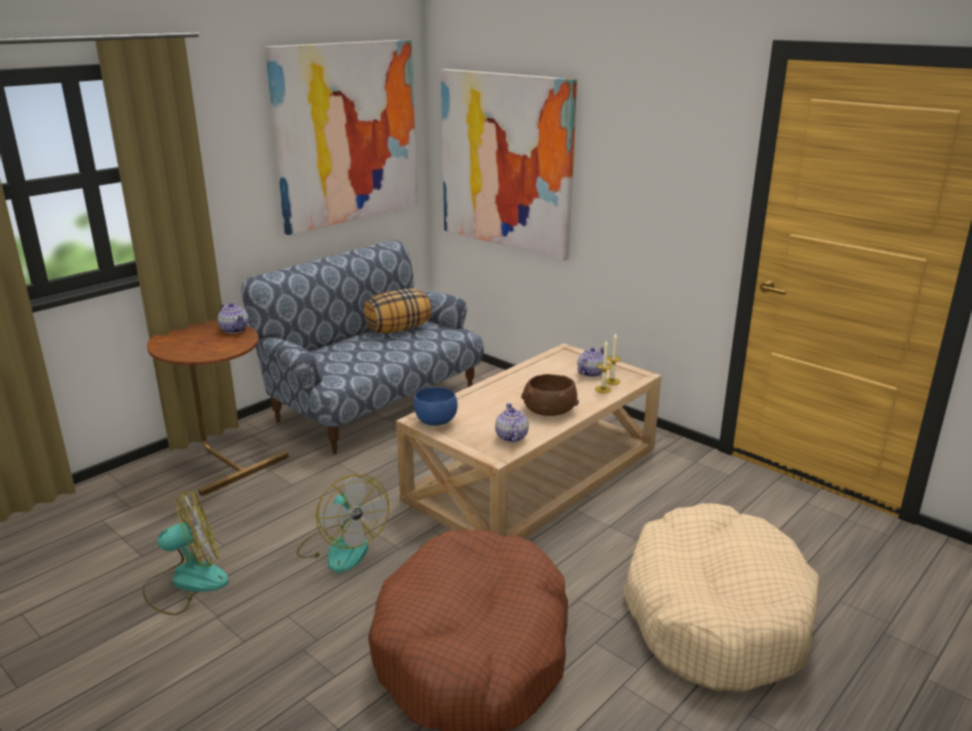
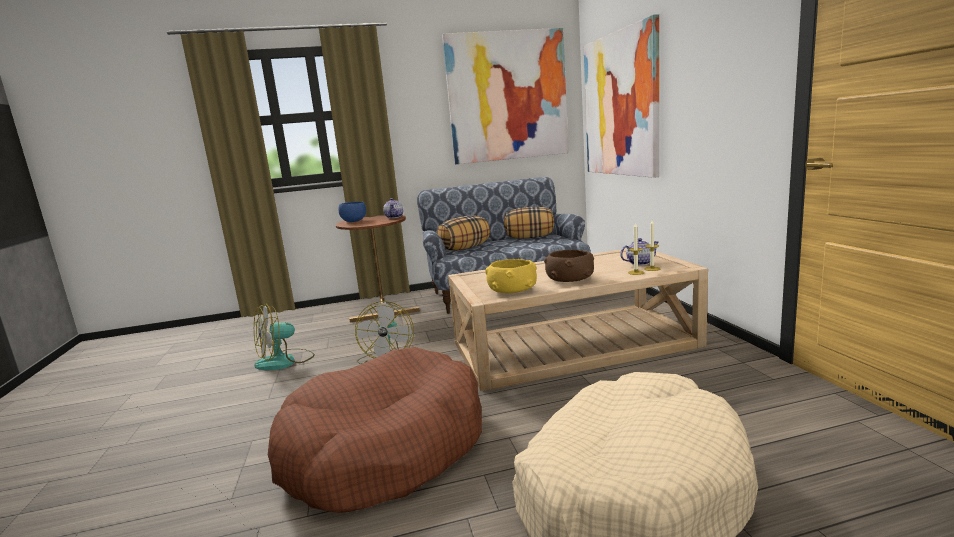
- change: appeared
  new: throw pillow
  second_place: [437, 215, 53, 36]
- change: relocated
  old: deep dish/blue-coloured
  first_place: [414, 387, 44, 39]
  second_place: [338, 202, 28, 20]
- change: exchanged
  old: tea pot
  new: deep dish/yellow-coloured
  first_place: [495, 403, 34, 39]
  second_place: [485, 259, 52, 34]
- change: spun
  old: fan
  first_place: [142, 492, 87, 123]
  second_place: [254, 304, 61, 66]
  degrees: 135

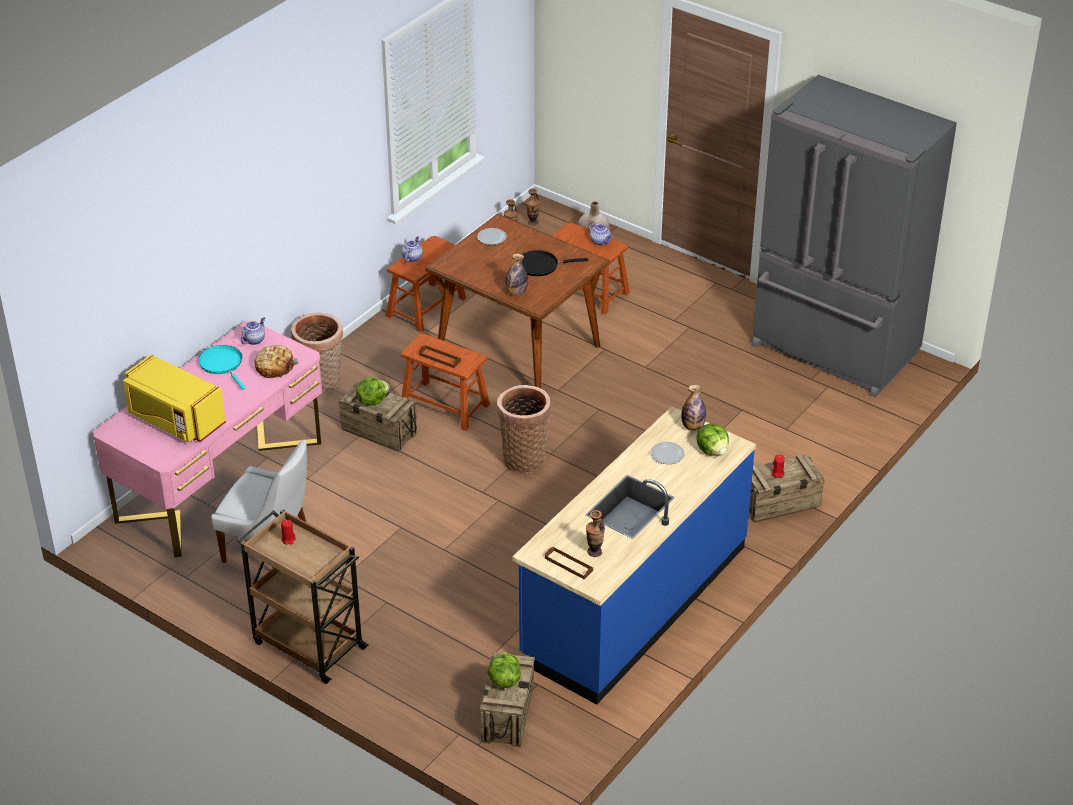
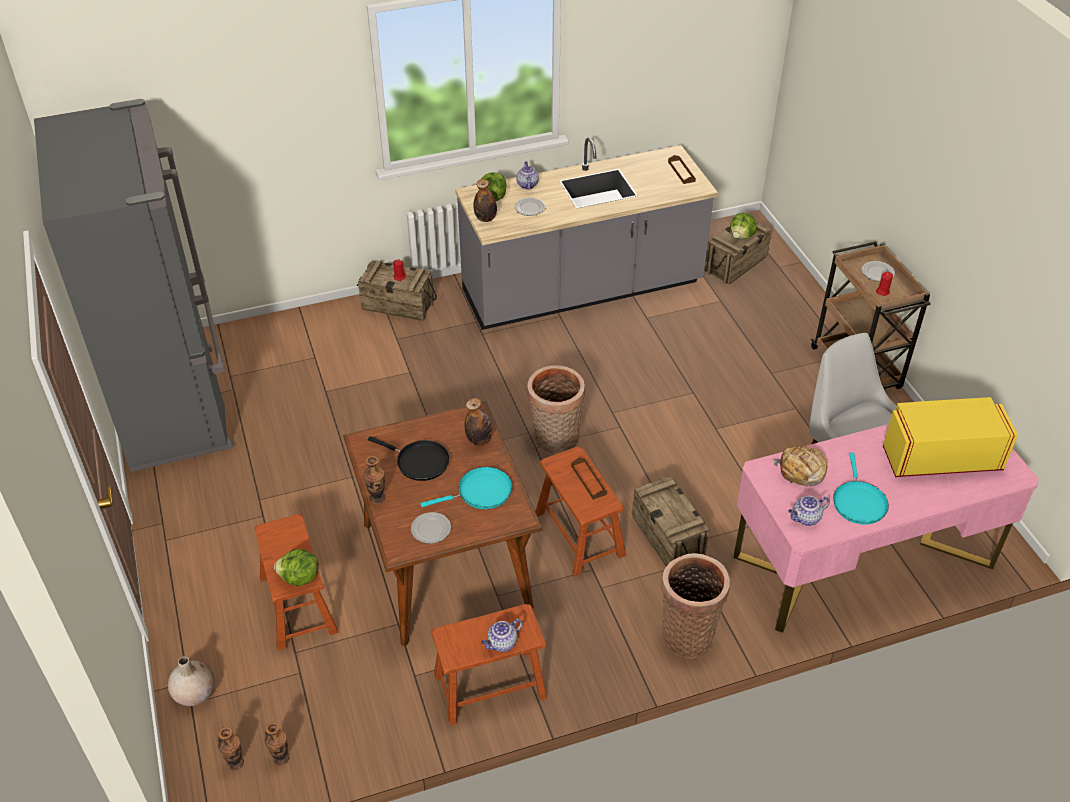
- change: appeared
  new: skillet/blue-green
  second_place: [421, 467, 91, 42]
- change: appeared
  new: plate
  second_place: [862, 261, 33, 21]
- change: relocated
  old: head of lettuce
  first_place: [356, 377, 34, 29]
  second_place: [274, 549, 44, 37]
- change: relocated
  old: flower vase
  first_place: [586, 510, 19, 47]
  second_place: [364, 456, 21, 48]
- change: relocated
  old: tea pot
  first_place: [588, 222, 24, 23]
  second_place: [516, 161, 23, 29]
- change: colour
  old: counter/blue-coloured
  new: counter/greyish
  first_place: [512, 406, 244, 299]
  second_place: [455, 137, 263, 193]
- change: spun
  old: microwave oven/yellow-coloured
  first_place: [123, 354, 103, 89]
  second_place: [883, 397, 135, 80]
  degrees: -75

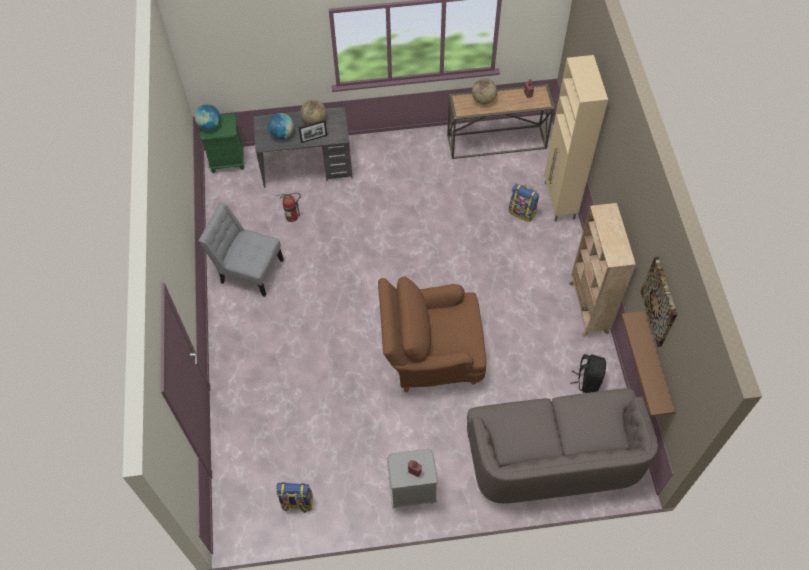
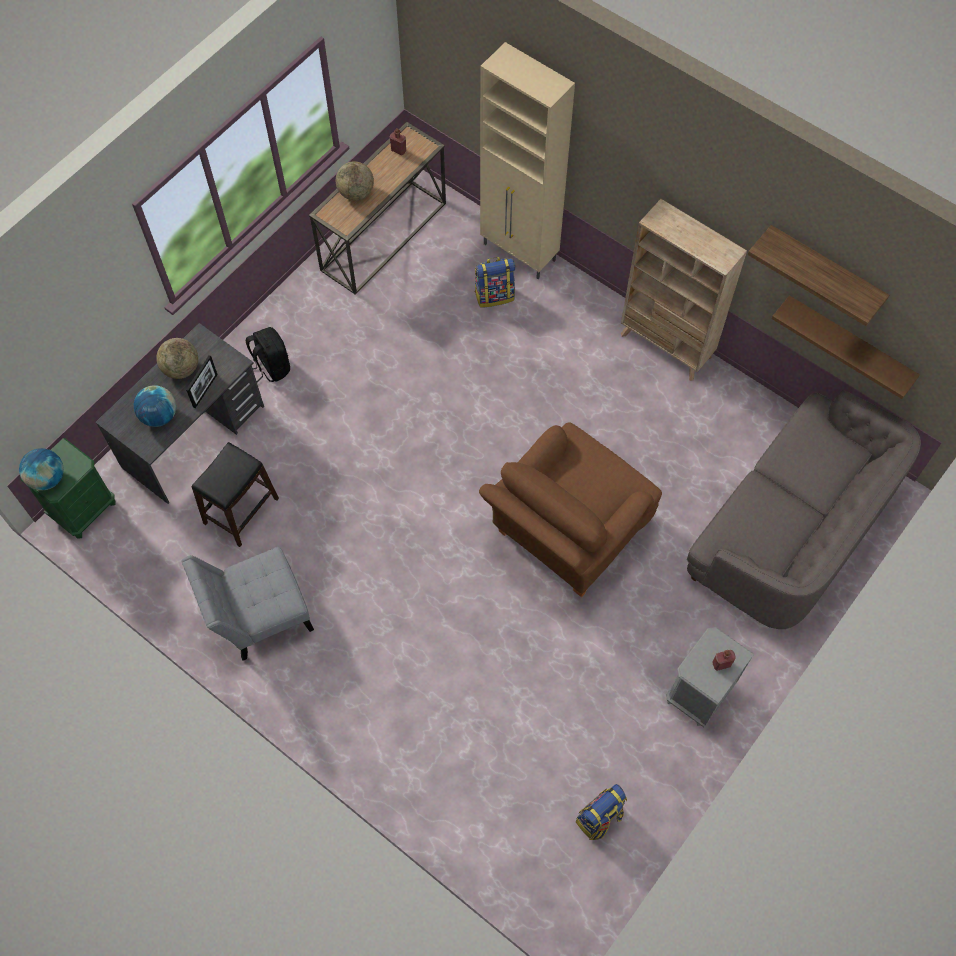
- change: relocated
  old: knapsack/blackish
  first_place: [570, 354, 36, 39]
  second_place: [246, 327, 44, 56]
- change: exchanged
  old: extinguisher
  new: sitting stool/blackish
  first_place: [275, 192, 26, 30]
  second_place: [191, 442, 88, 105]
- change: exchanged
  old: picture
  new: wall shelf
  first_place: [640, 257, 37, 90]
  second_place: [748, 225, 141, 101]

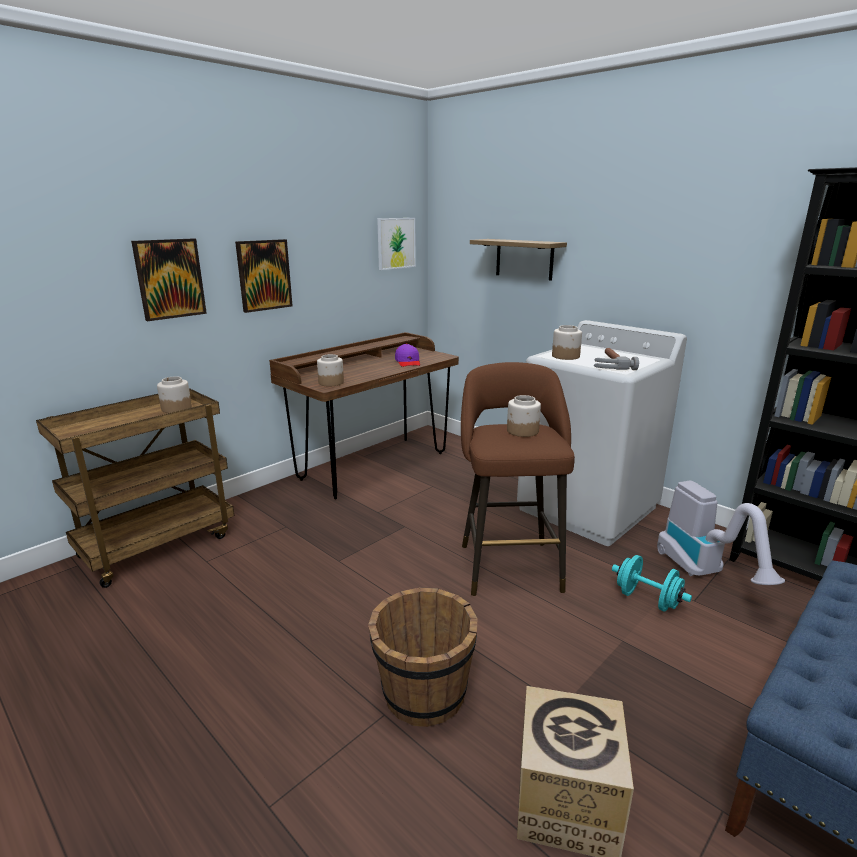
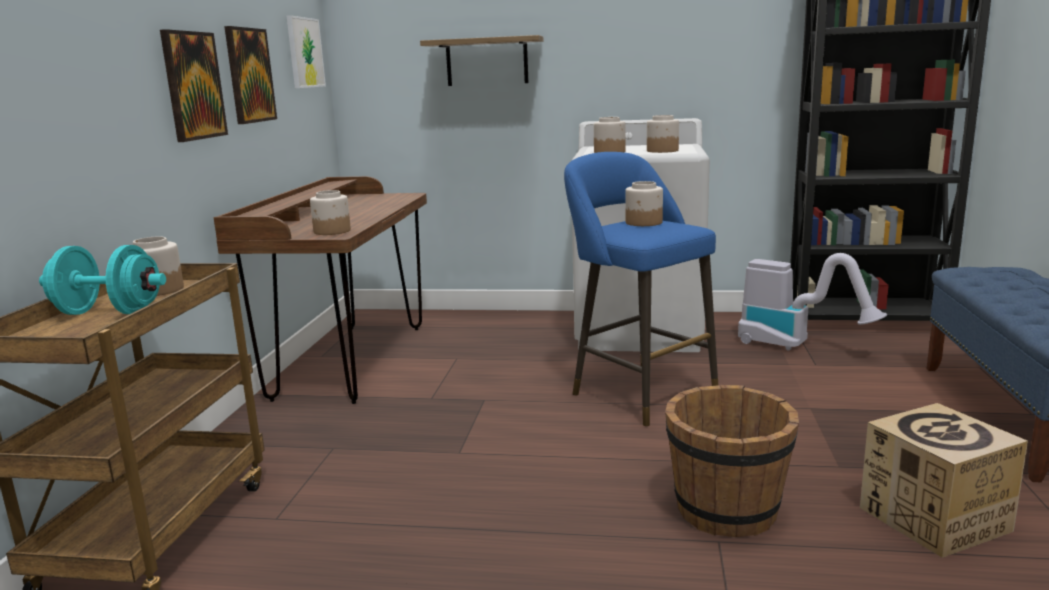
- change: missing
  old: cap/purple
  first_place: [395, 343, 25, 24]
- change: relocated
  old: picture
  first_place: [131, 238, 76, 83]
  second_place: [224, 26, 53, 98]
- change: relocated
  old: hand weight/blue-green
  first_place: [612, 555, 80, 57]
  second_place: [39, 245, 127, 70]
- change: exchanged
  old: hand hammer
  new: storage jar
  first_place: [594, 348, 45, 22]
  second_place: [647, 115, 32, 38]
- change: colour
  old: sitting stool/brownish
  new: sitting stool/blue-coloured
  first_place: [461, 362, 114, 234]
  second_place: [564, 152, 154, 274]

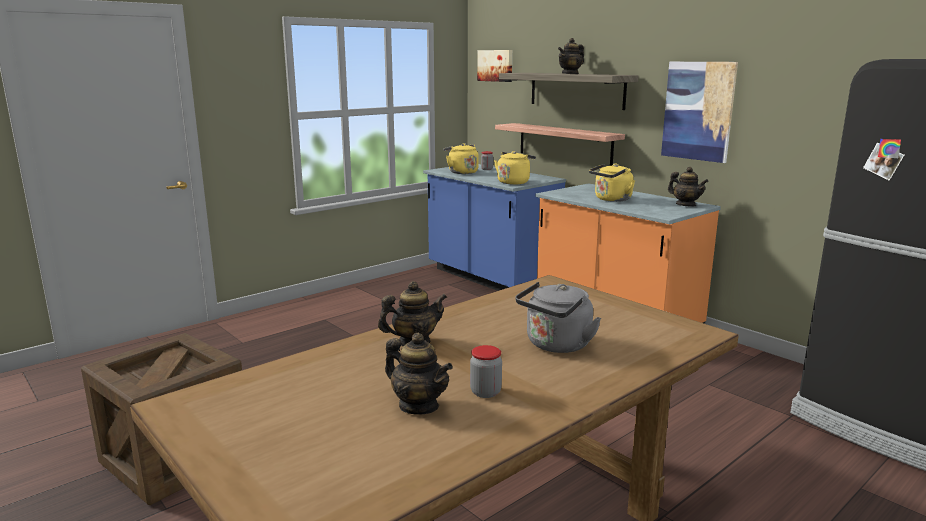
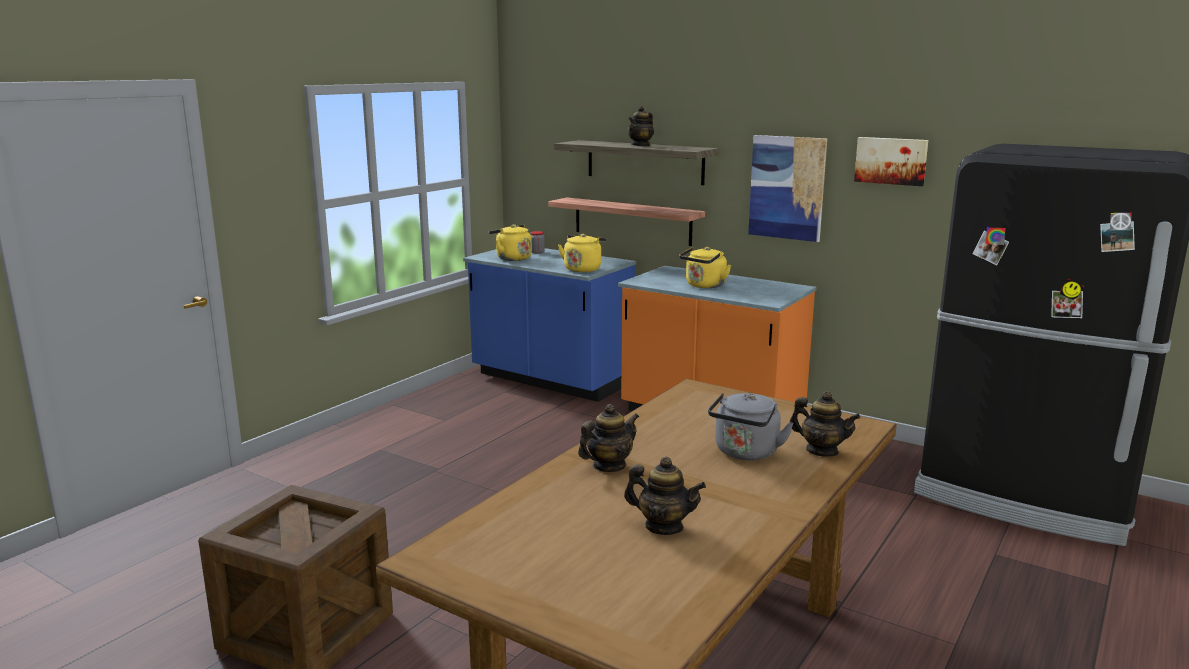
- change: missing
  old: storage jar
  first_place: [470, 345, 32, 53]
- change: relocated
  old: picture
  first_place: [477, 50, 35, 32]
  second_place: [854, 137, 74, 49]
- change: relocated
  old: tea pot
  first_place: [668, 167, 41, 40]
  second_place: [790, 391, 71, 66]

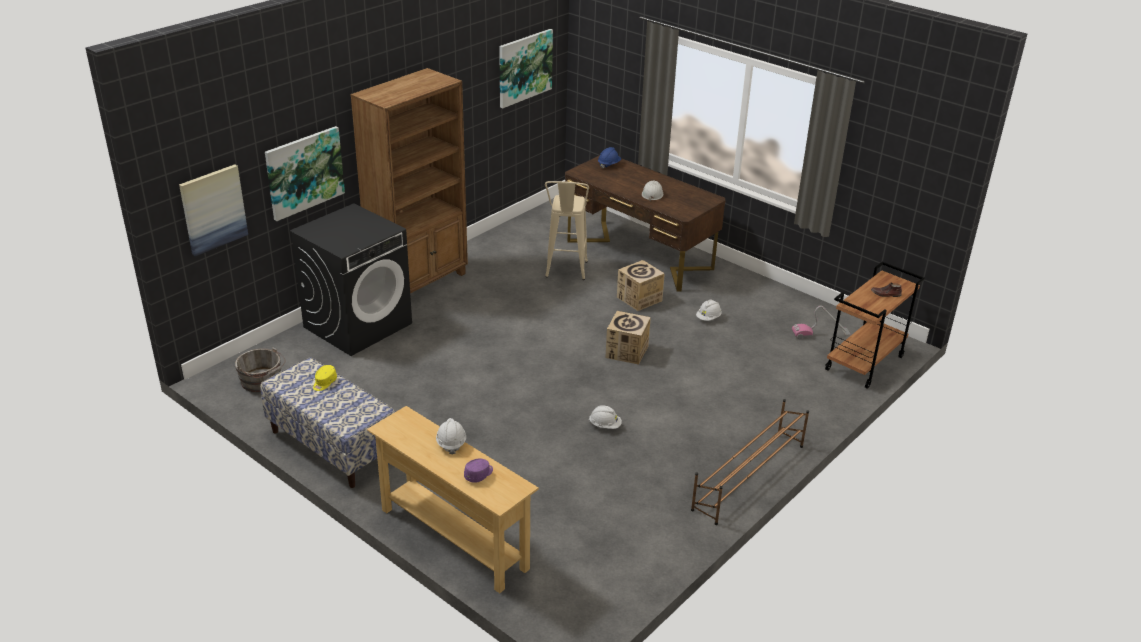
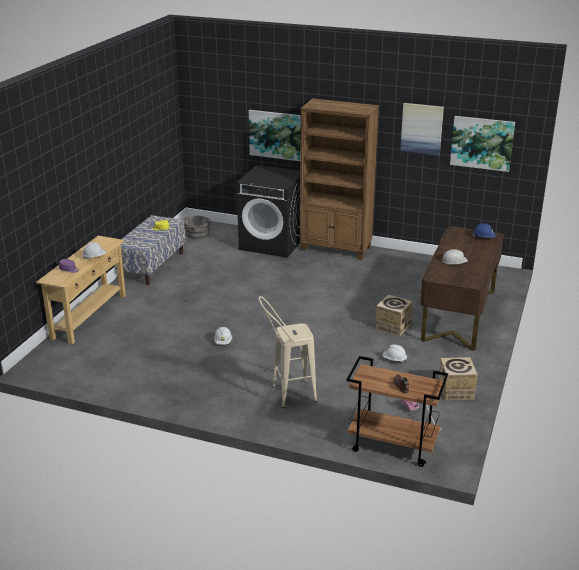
- change: missing
  old: shoe shelf/brownish
  first_place: [691, 399, 118, 126]
- change: relocated
  old: picture
  first_place: [179, 164, 69, 93]
  second_place: [400, 103, 44, 53]
- change: relocated
  old: sitting stool/beige
  first_place: [545, 181, 44, 99]
  second_place: [258, 296, 59, 112]
- change: relocated
  old: cardboard box
  first_place: [605, 311, 46, 54]
  second_place: [438, 357, 40, 43]

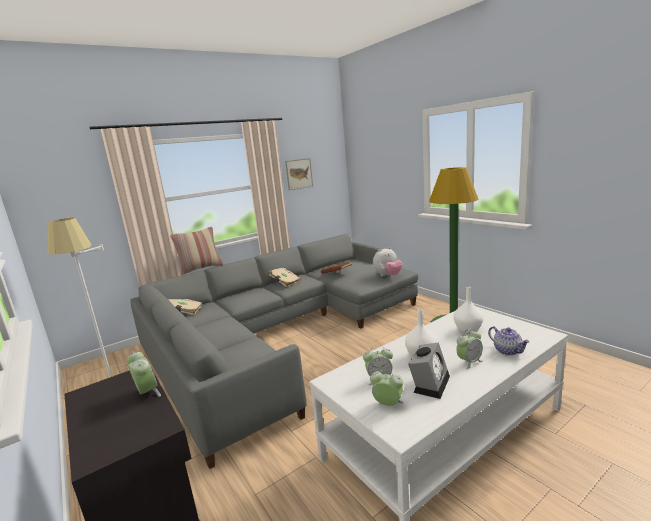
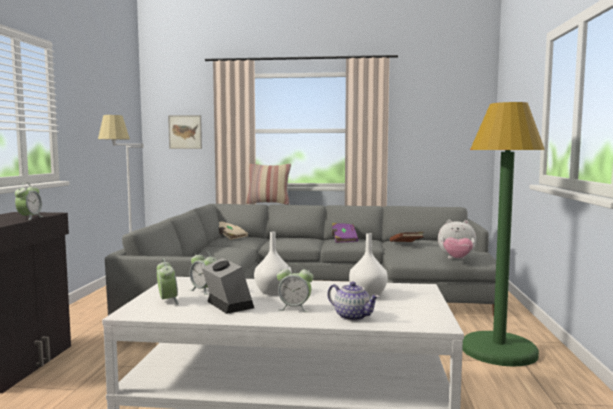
- change: relocated
  old: picture
  first_place: [285, 158, 28, 32]
  second_place: [168, 115, 34, 34]
- change: colour
  old: volume/beige
  new: volume/purple
  first_place: [268, 268, 33, 19]
  second_place: [332, 223, 26, 20]
- change: spun
  old: table clock
  first_place: [408, 342, 42, 57]
  second_place: [202, 258, 52, 56]
  degrees: -105
- change: spun
  old: tea pot
  first_place: [488, 326, 42, 29]
  second_place: [327, 282, 52, 39]
  degrees: -60

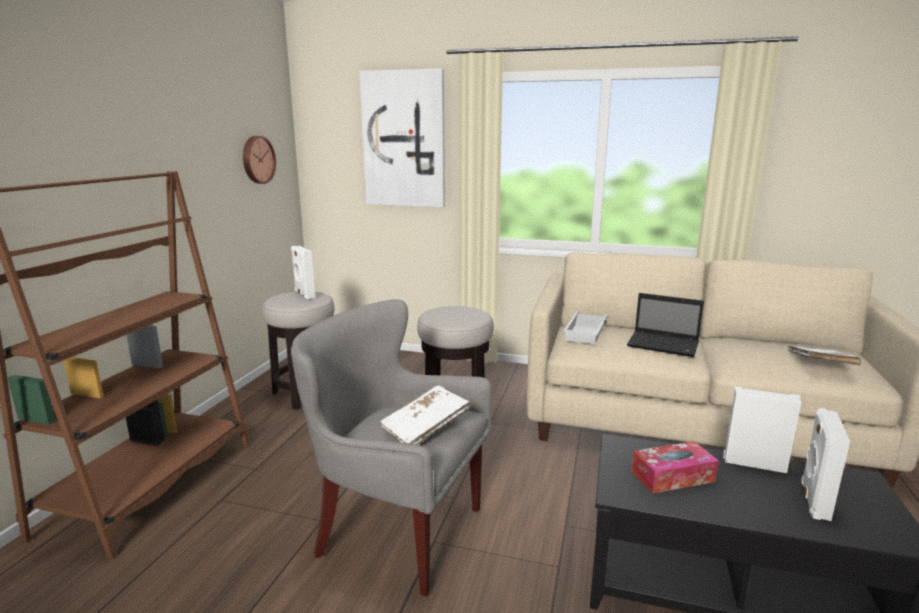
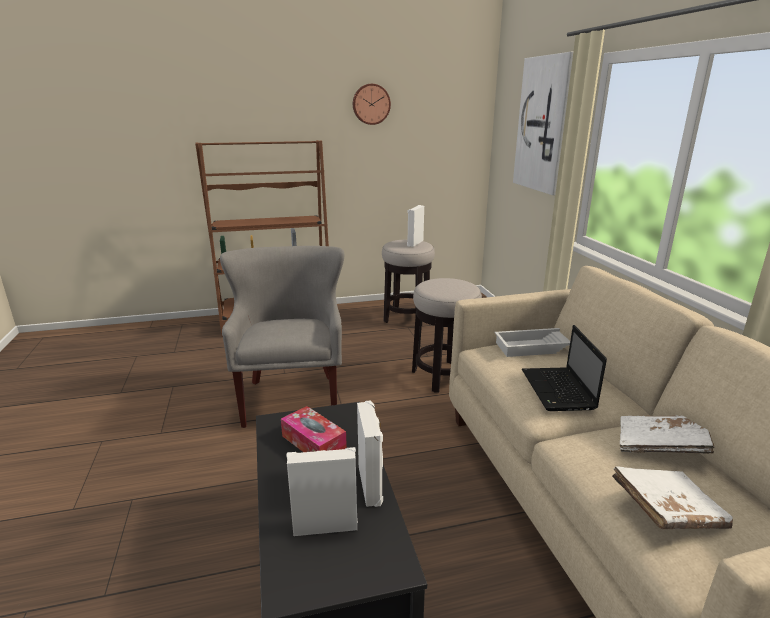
- change: relocated
  old: hanging clock
  first_place: [243, 136, 33, 48]
  second_place: [353, 84, 38, 41]
- change: relocated
  old: volume/white
  first_place: [380, 385, 90, 60]
  second_place: [620, 415, 95, 39]

